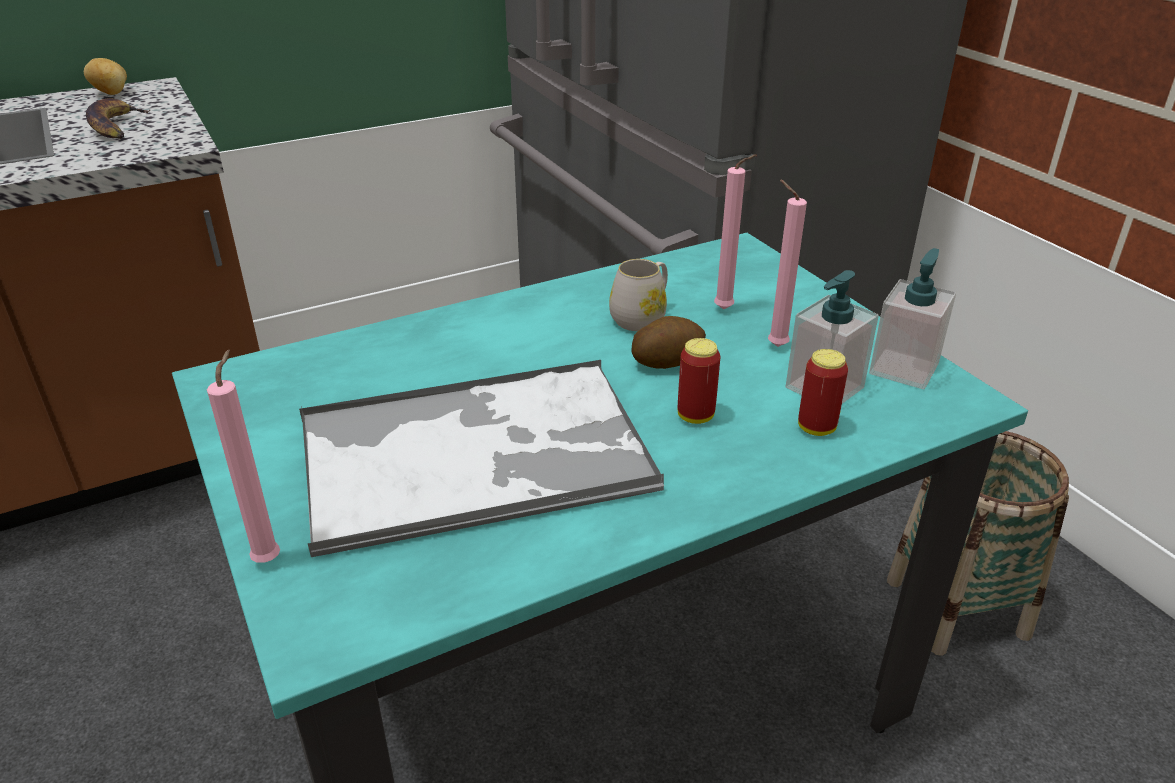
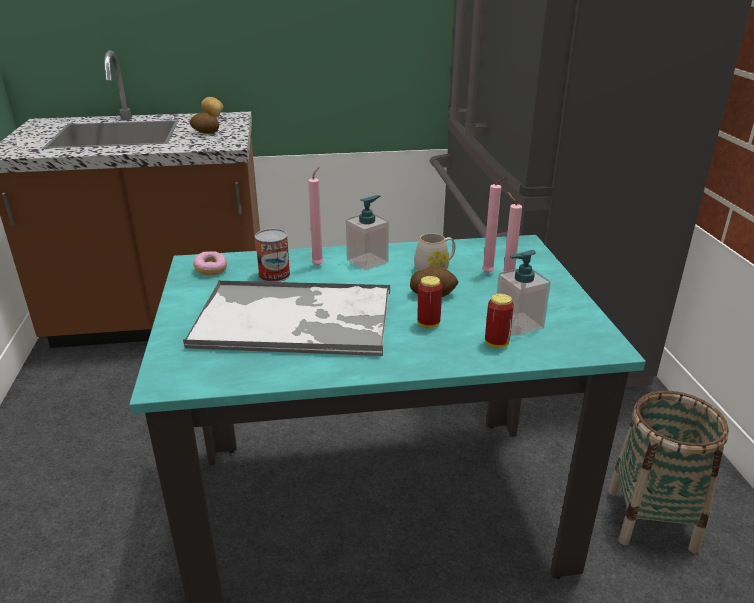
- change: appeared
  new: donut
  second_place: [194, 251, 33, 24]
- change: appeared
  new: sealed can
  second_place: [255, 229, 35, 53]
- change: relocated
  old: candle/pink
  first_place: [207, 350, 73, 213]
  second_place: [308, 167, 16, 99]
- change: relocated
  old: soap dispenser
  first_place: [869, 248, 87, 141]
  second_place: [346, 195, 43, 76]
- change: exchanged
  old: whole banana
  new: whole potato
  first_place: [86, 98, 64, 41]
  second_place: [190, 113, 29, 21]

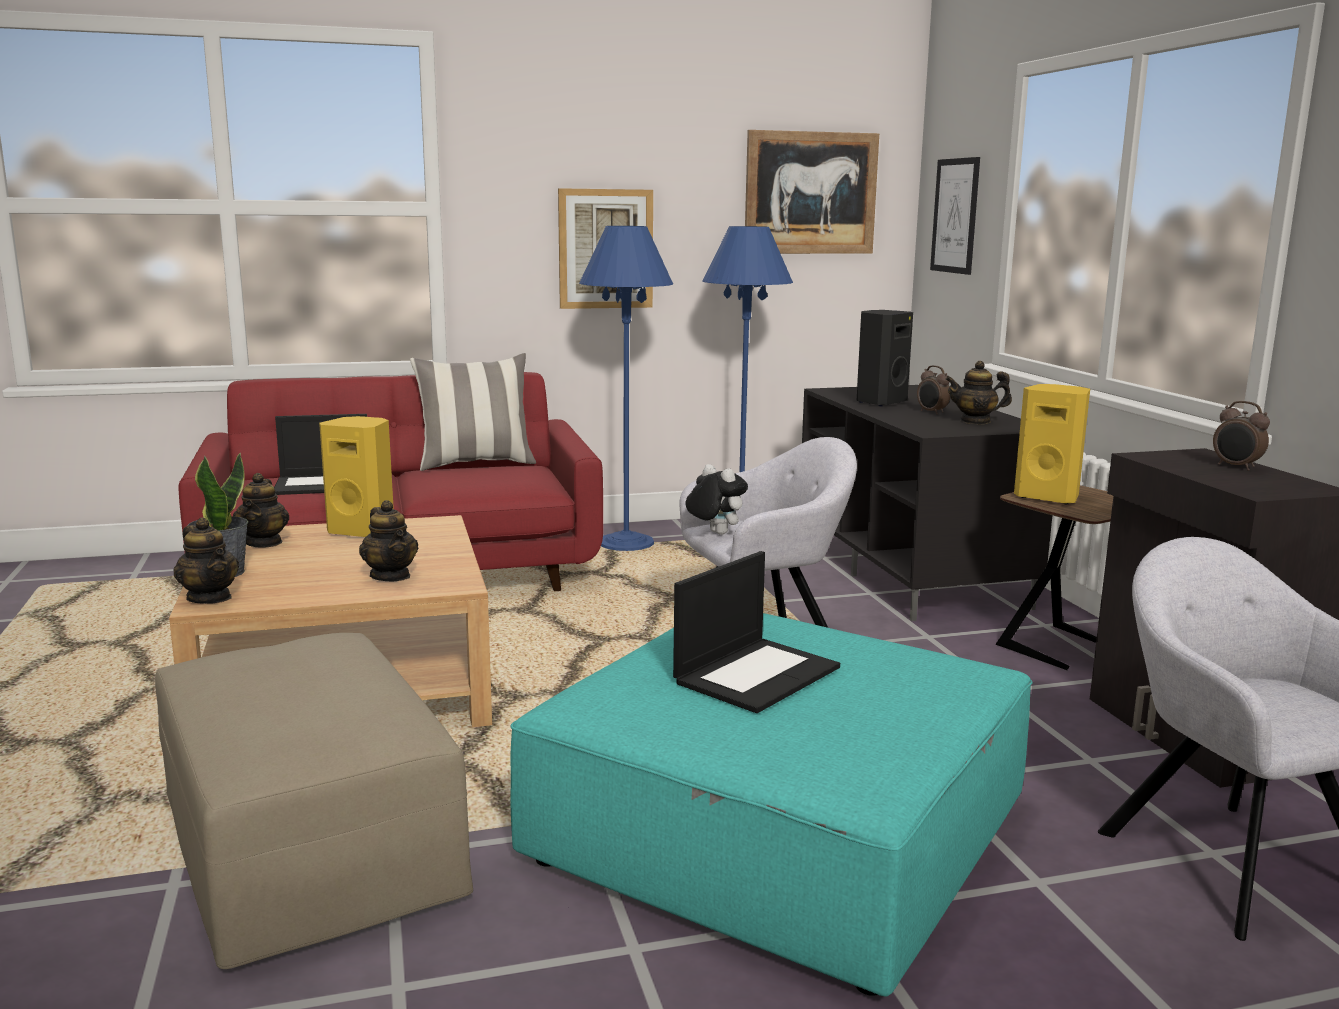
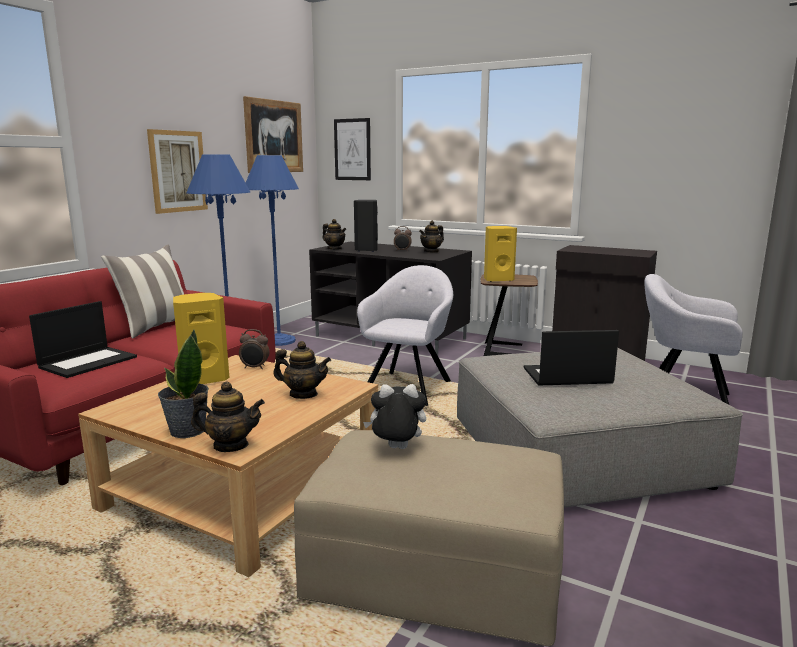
- change: relocated
  old: tea pot
  first_place: [233, 473, 56, 75]
  second_place: [323, 219, 23, 31]
- change: relocated
  old: cuddly toy
  first_place: [685, 464, 63, 71]
  second_place: [363, 384, 63, 65]
- change: relocated
  old: table clock
  first_place: [1213, 401, 57, 70]
  second_place: [239, 329, 30, 40]
- change: colour
  old: pouffe/blue-green
  new: pouffe/greyish
  first_place: [510, 613, 523, 383]
  second_place: [457, 348, 286, 160]
- change: spun
  old: portable computer
  first_place: [673, 551, 167, 162]
  second_place: [524, 330, 95, 55]
  degrees: -90

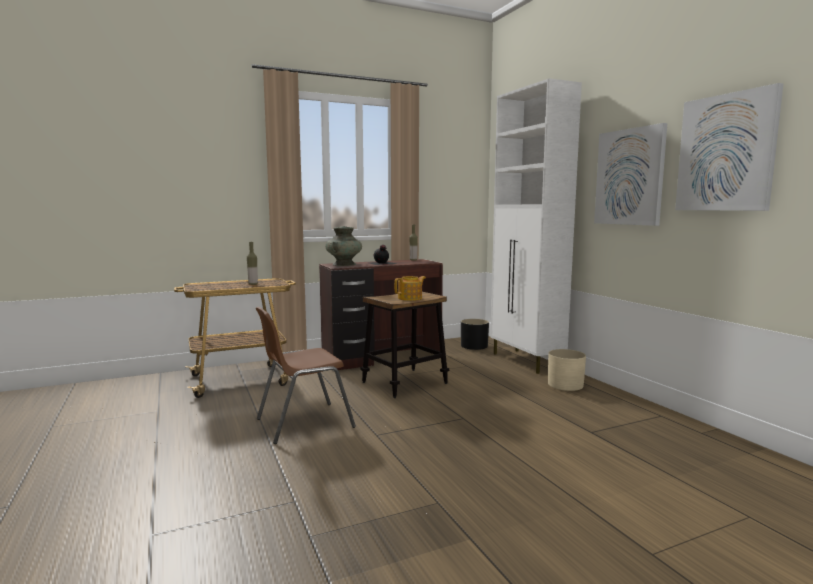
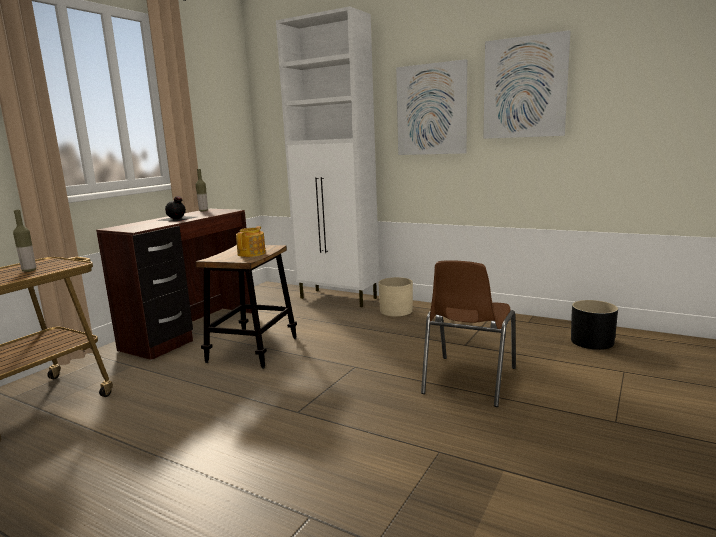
- change: missing
  old: flower vase/blue-green
  first_place: [326, 226, 36, 40]
- change: relocated
  old: upright chair/brownish
  first_place: [255, 307, 101, 137]
  second_place: [421, 260, 95, 147]
- change: relocated
  old: planter/blackish
  first_place: [461, 319, 28, 31]
  second_place: [571, 300, 47, 50]

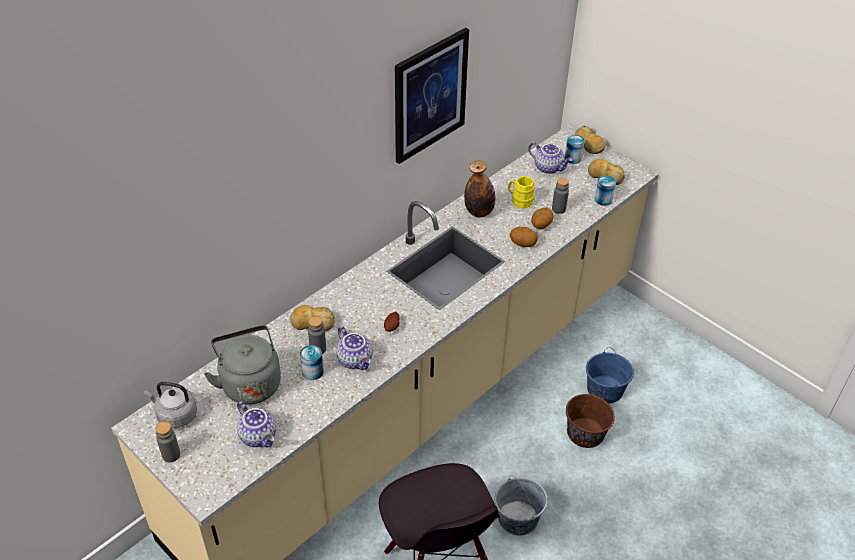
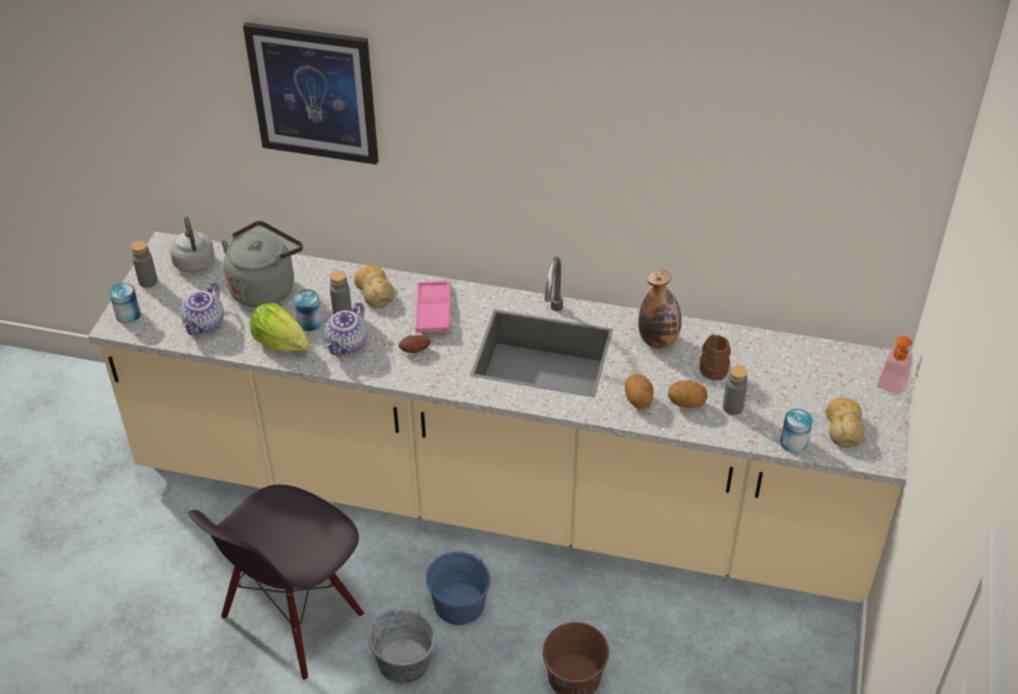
- change: missing
  old: tea pot
  first_place: [528, 142, 44, 32]
- change: appeared
  new: head of lettuce
  second_place: [250, 303, 60, 48]
- change: appeared
  new: carrying tray/pink
  second_place: [415, 280, 35, 53]
- change: relocated
  old: picture
  first_place: [395, 28, 74, 136]
  second_place: [243, 22, 136, 143]
- change: relocated
  old: sealed can
  first_place: [565, 135, 20, 29]
  second_place: [109, 282, 32, 42]
- change: relocated
  old: pail/blue-coloured
  first_place: [586, 347, 48, 57]
  second_place: [426, 552, 64, 73]
- change: exchanged
  old: bread
  new: soap dispenser
  first_place: [574, 126, 32, 28]
  second_place: [877, 336, 36, 59]
- change: colour
  old: tea mug/yellow-coloured
  new: tea mug/brownish
  first_place: [508, 176, 27, 32]
  second_place: [700, 334, 31, 47]

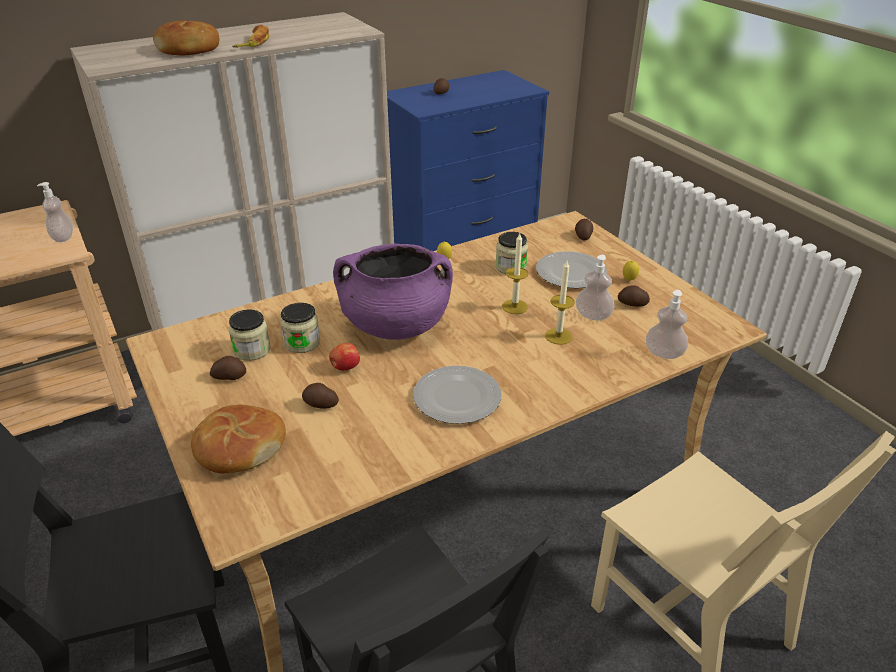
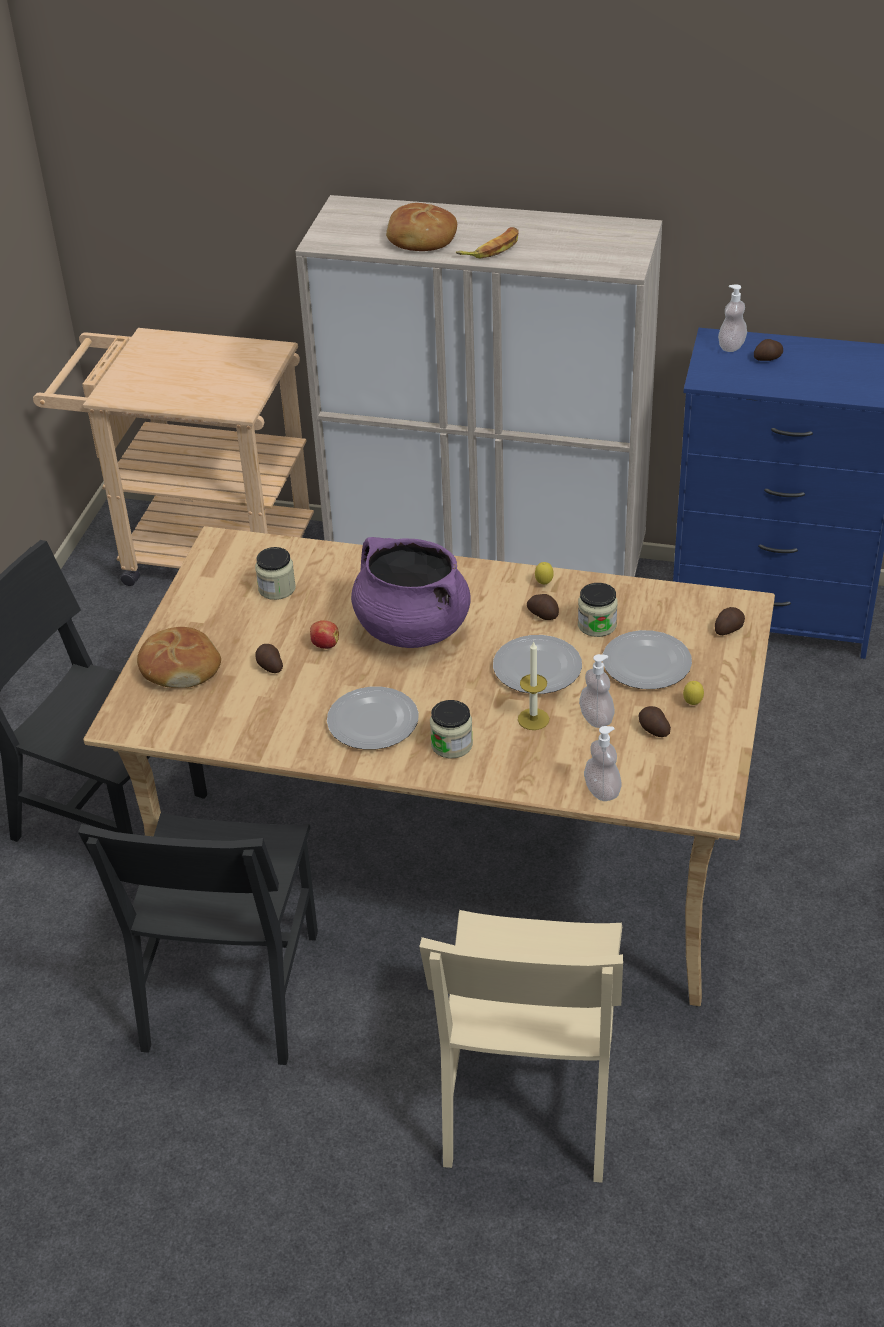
- change: relocated
  old: soap dispenser
  first_place: [37, 182, 36, 60]
  second_place: [718, 285, 29, 67]
- change: relocated
  old: whole potato
  first_place: [210, 356, 36, 24]
  second_place: [527, 594, 32, 26]
- change: relocated
  old: storage jar
  first_place: [280, 303, 40, 50]
  second_place: [430, 700, 43, 59]
- change: exchanged
  old: candle
  new: plate
  first_place: [502, 233, 26, 81]
  second_place: [493, 635, 89, 59]

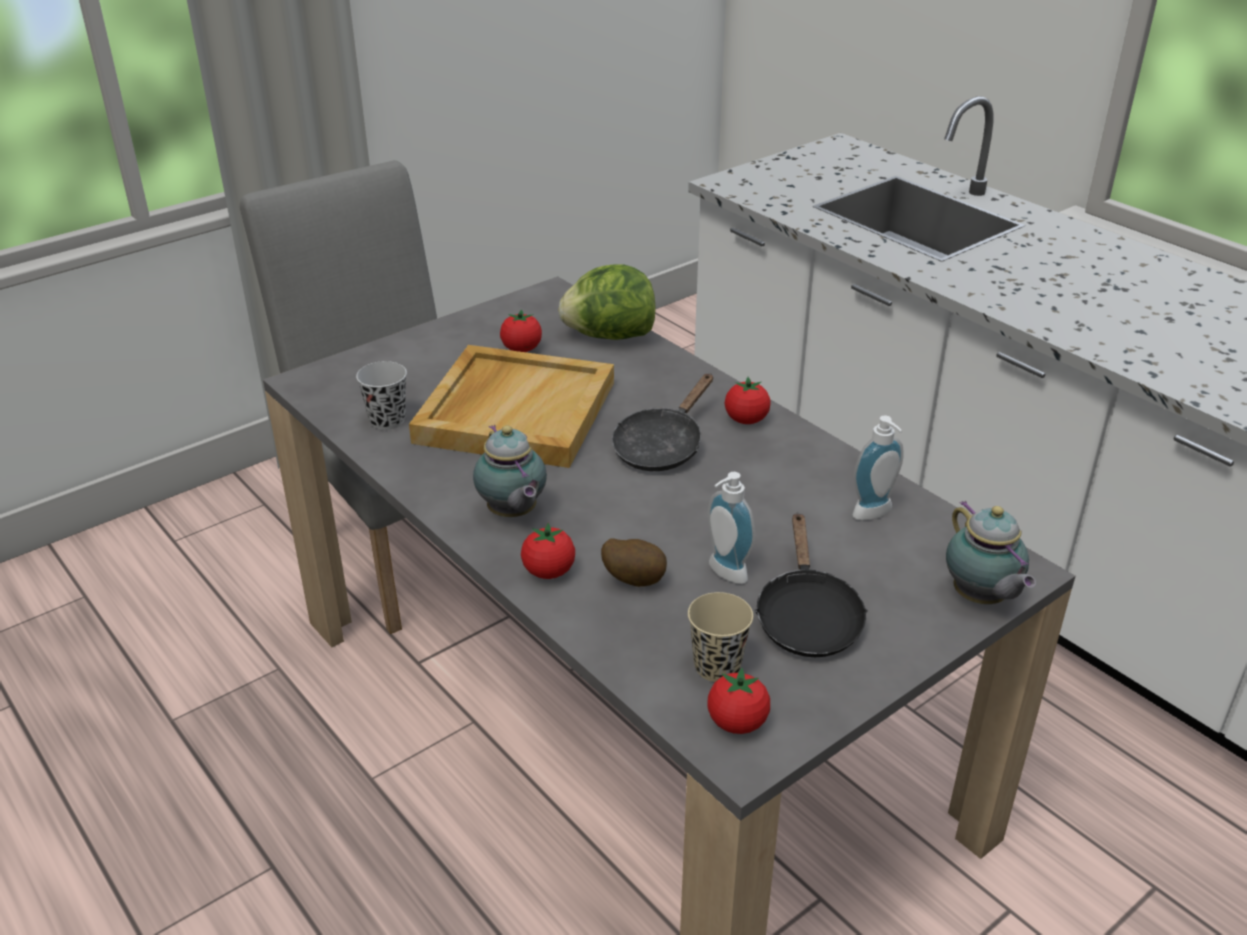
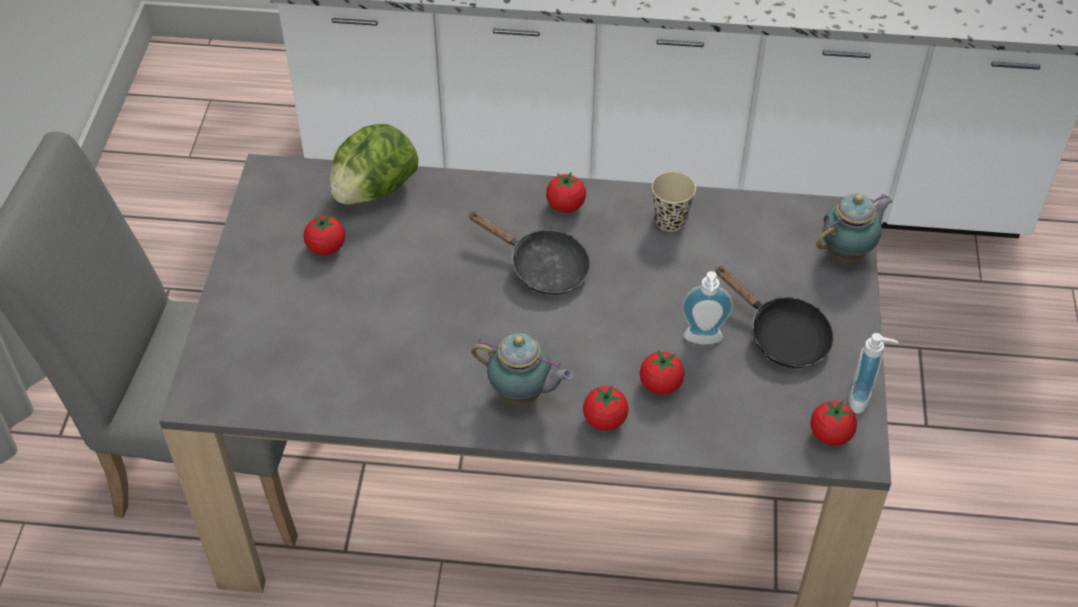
- change: missing
  old: small cup/blackish
  first_place: [356, 361, 51, 69]
- change: missing
  old: carrying tray/beige
  first_place: [409, 345, 205, 123]
- change: relocated
  old: small cup/beige
  first_place: [688, 592, 65, 90]
  second_place: [652, 172, 44, 60]
- change: relocated
  old: soap dispenser
  first_place: [852, 415, 52, 105]
  second_place: [849, 333, 50, 81]
- change: exchanged
  old: whole potato
  new: tomato
  first_place: [601, 538, 66, 49]
  second_place: [640, 350, 44, 45]
- change: spun
  old: skillet/blackish
  first_place: [612, 373, 101, 98]
  second_place: [468, 211, 122, 84]
  degrees: -45
- change: spun
  old: tea pot
  first_place: [946, 501, 90, 103]
  second_place: [816, 194, 77, 68]
  degrees: -60

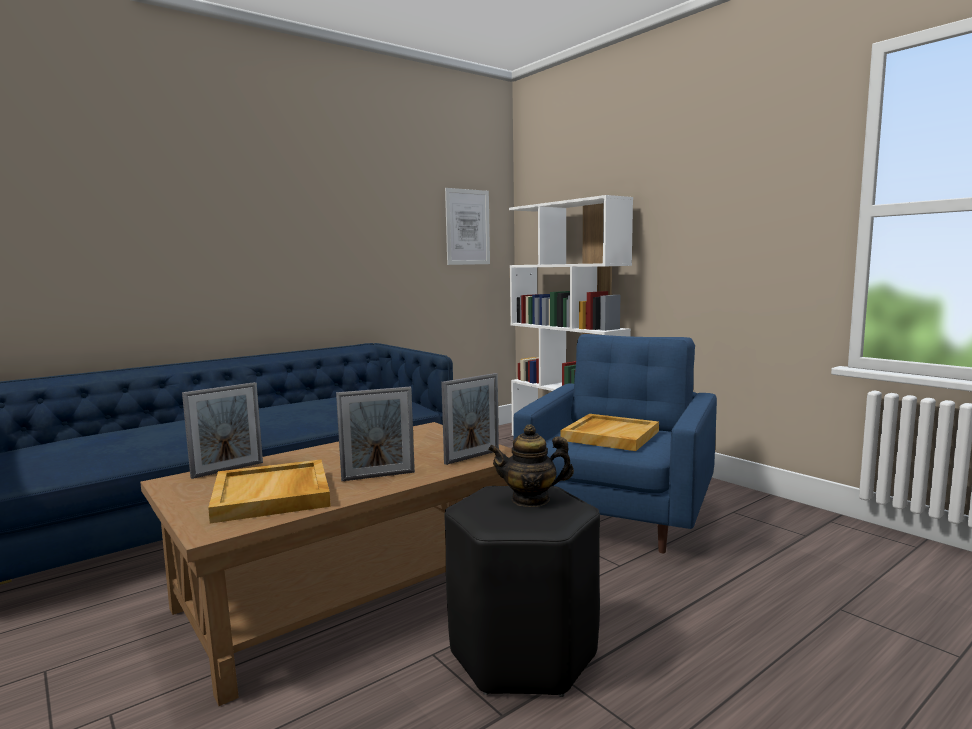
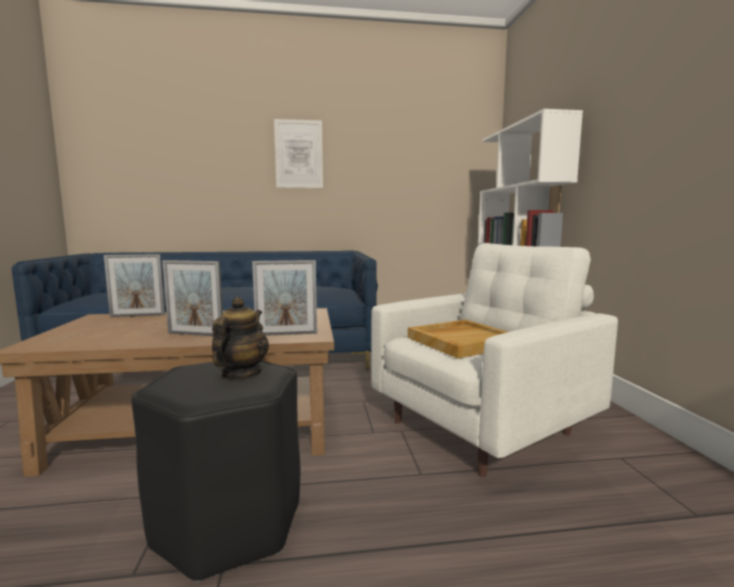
- change: missing
  old: carrying tray/beige
  first_place: [208, 460, 123, 63]
- change: relocated
  old: picture
  first_place: [445, 188, 45, 77]
  second_place: [274, 119, 49, 69]
- change: colour
  old: lounge chair/blue-coloured
  new: lounge chair/white
  first_place: [514, 334, 203, 219]
  second_place: [371, 243, 247, 234]
- change: spun
  old: tea pot
  first_place: [488, 424, 86, 83]
  second_place: [212, 297, 57, 83]
  degrees: 75

